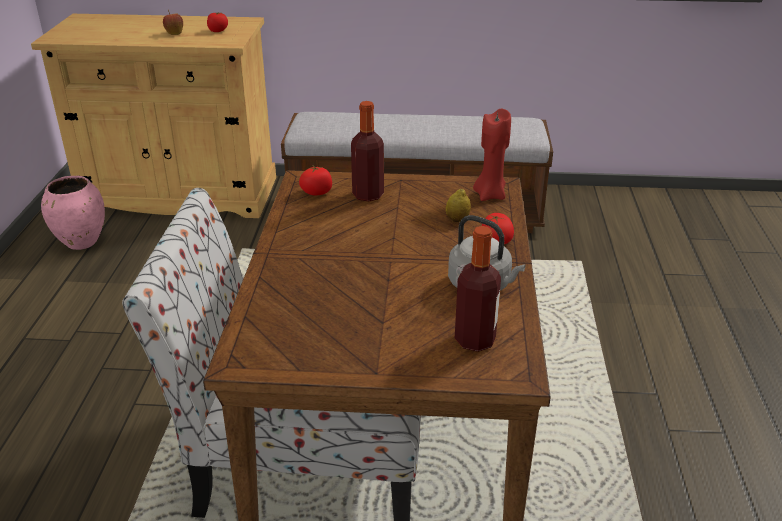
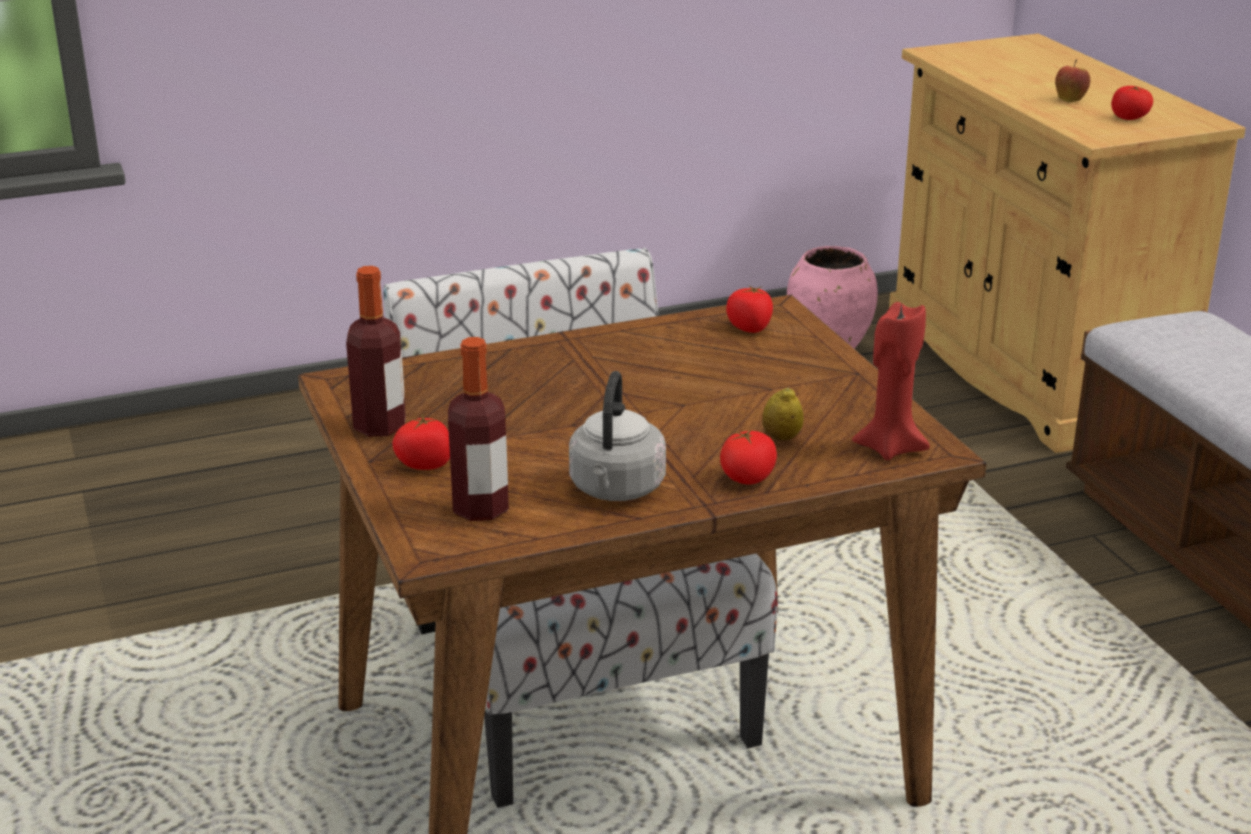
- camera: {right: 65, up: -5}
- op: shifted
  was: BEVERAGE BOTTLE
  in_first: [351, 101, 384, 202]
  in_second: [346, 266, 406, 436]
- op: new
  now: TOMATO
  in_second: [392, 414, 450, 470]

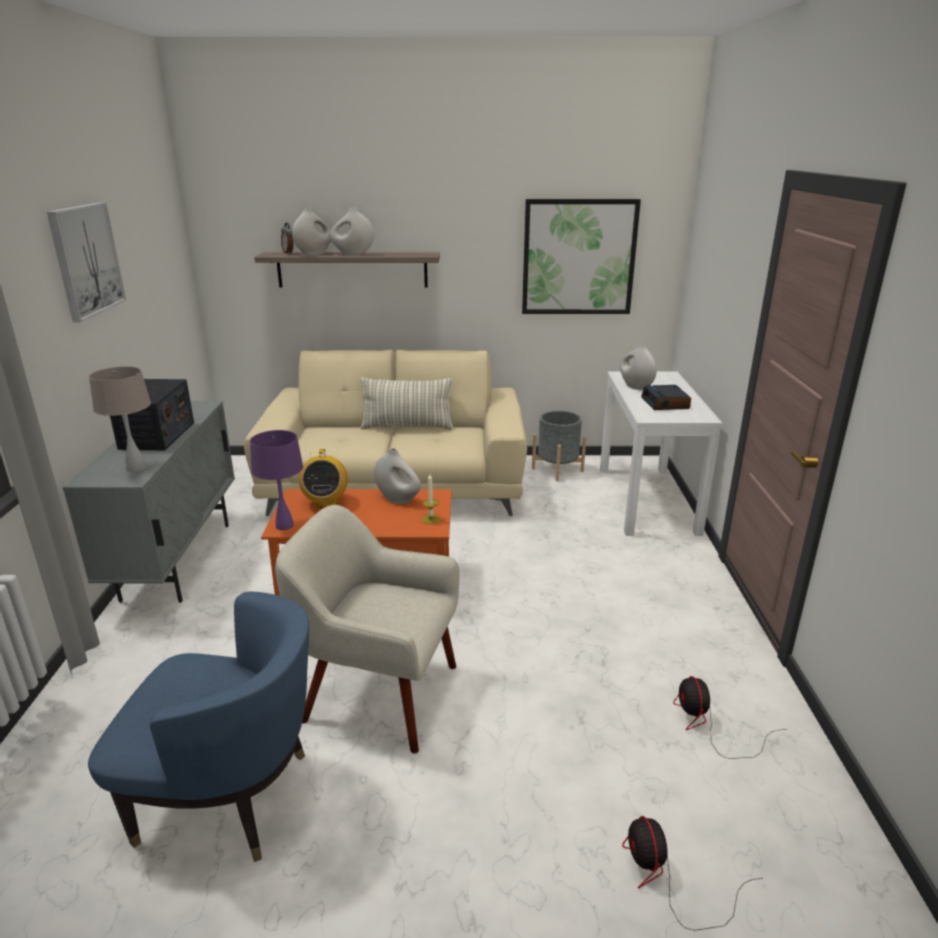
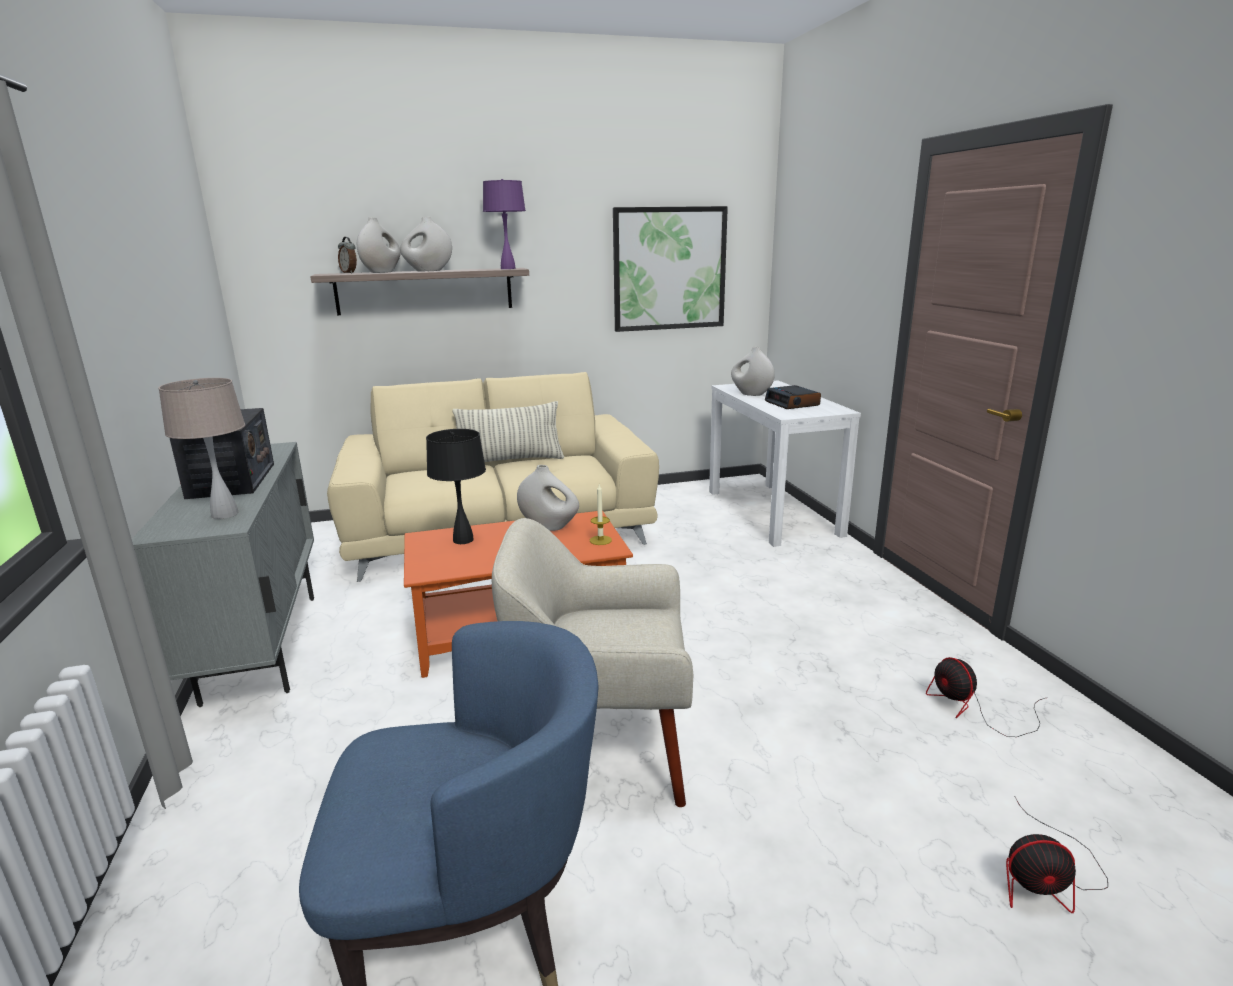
- camera: {right: -15, up: -5}
- op: gone
  was: WALL PICTURE
  in_first: [47, 202, 126, 322]
- op: gone
  was: GREY PLANT POT
  in_first: [532, 411, 586, 481]
- op: shifted
  was: PURPLISH TABLETOP LAMP
  in_first: [250, 430, 303, 530]
  in_second: [483, 179, 526, 269]
- op: swapped
  was: RADIO
  now: BLACKISH TABLETOP LAMP
  in_first: [299, 449, 348, 508]
  in_second: [426, 429, 486, 544]
- op: rotated
  was: COOLING FAN
  in_first: [622, 816, 763, 931]
  in_second: [1006, 797, 1108, 913]
  clockwise: -60

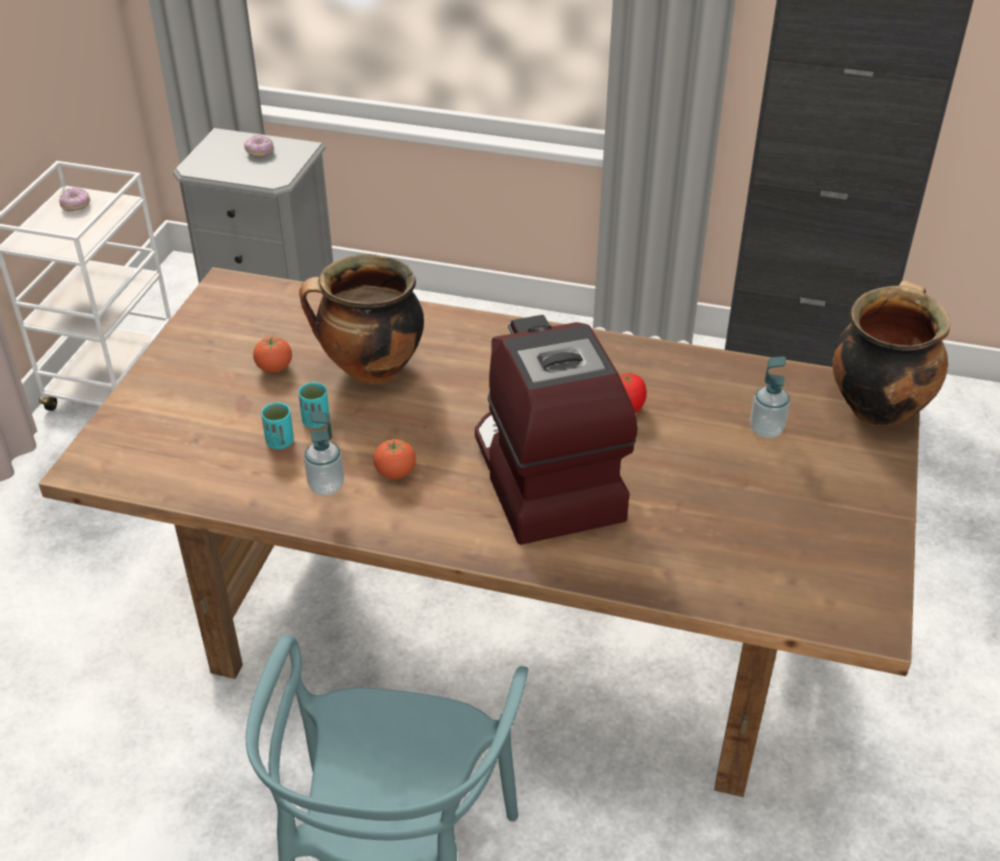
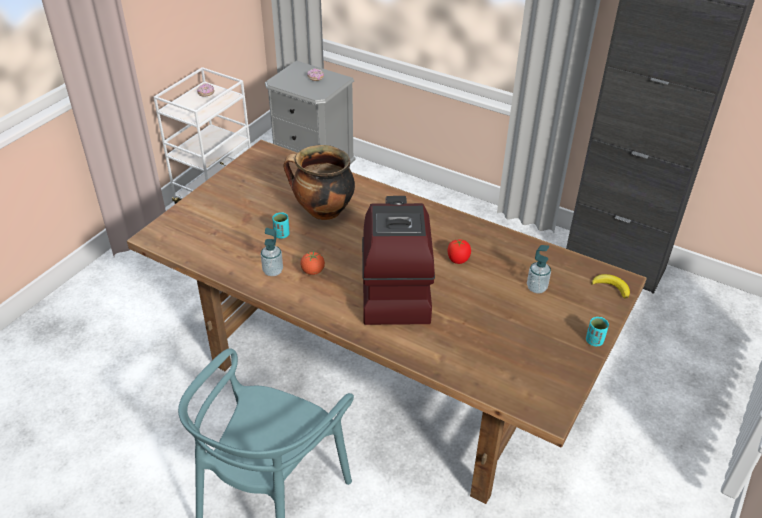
- camera: {right: 15, up: 0}
- op: swapped
  was: STOCKPOT
  now: WHOLE BANANA
  in_first: [832, 281, 950, 426]
  in_second: [591, 274, 630, 298]
- op: gone
  was: TOMATO
  in_first: [253, 336, 292, 373]
- op: shifted
  was: TURQUOISE DRINKING CUP
  in_first: [261, 402, 294, 449]
  in_second: [586, 317, 609, 346]

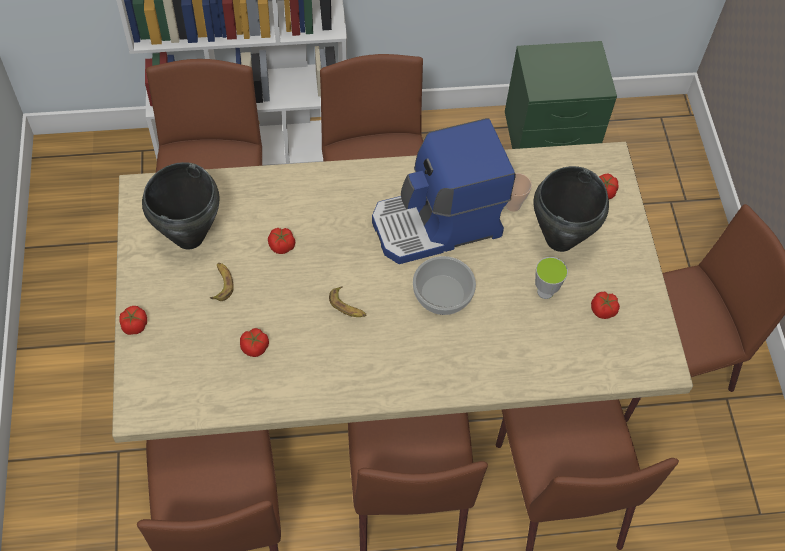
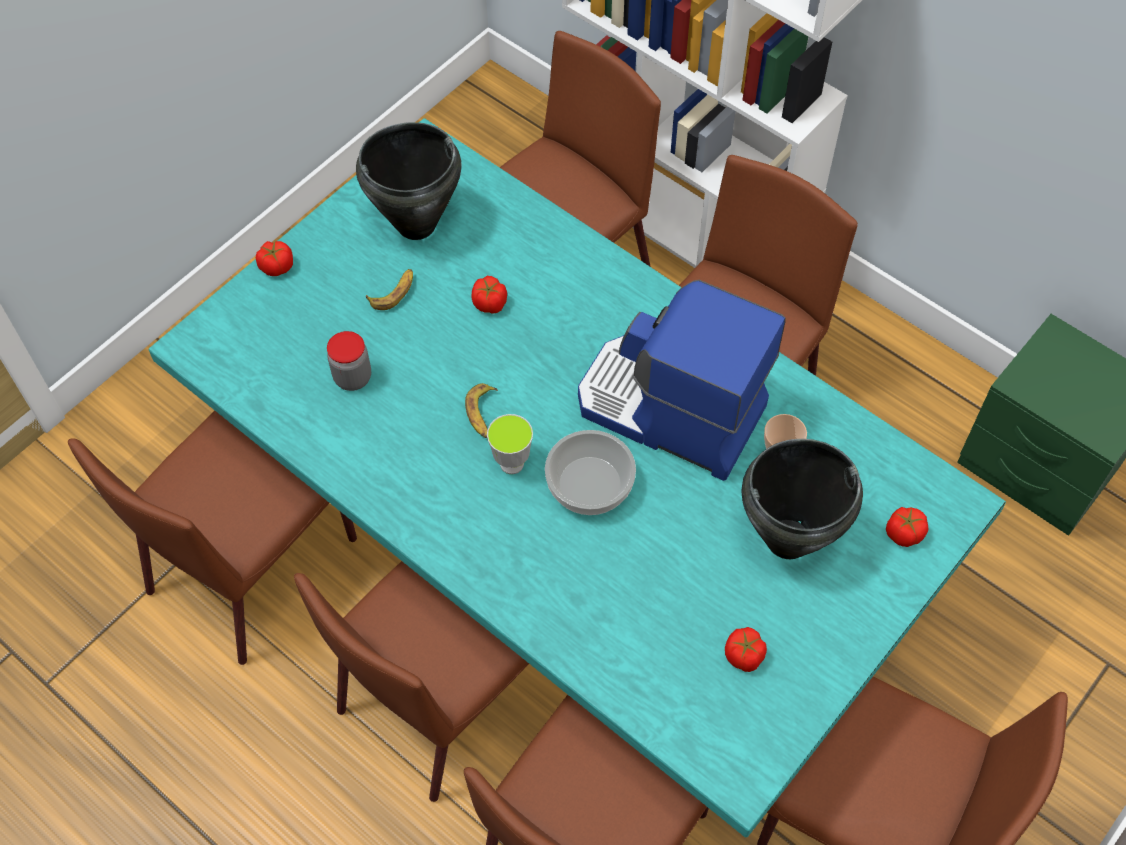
- camera: {right: 50, up: 0}
- op: repainted
  was: BEIGE-COLOURED DINING TABLE
  now: TURQUOISE DINING TABLE
  in_first: [112, 142, 693, 443]
  in_second: [149, 118, 1006, 837]
- op: shifted
  was: DRINKING CUP
  in_first: [535, 257, 568, 299]
  in_second: [487, 414, 533, 474]
- op: swapped
  was: TOMATO
  now: PRESERVE JAR
  in_first: [240, 328, 269, 357]
  in_second: [327, 331, 371, 391]

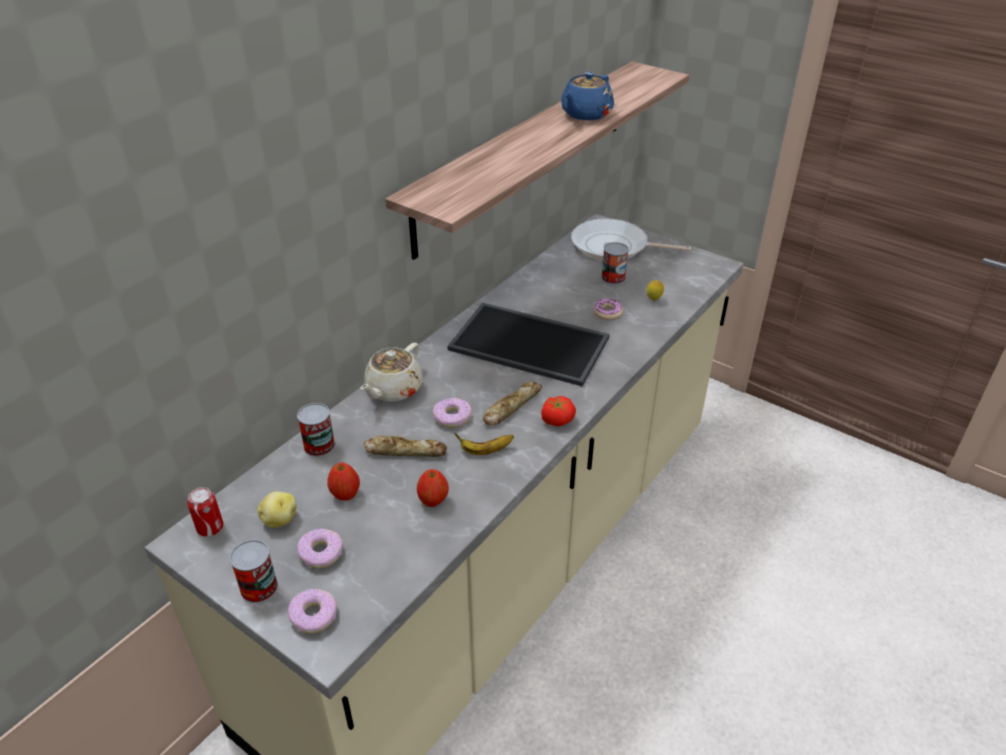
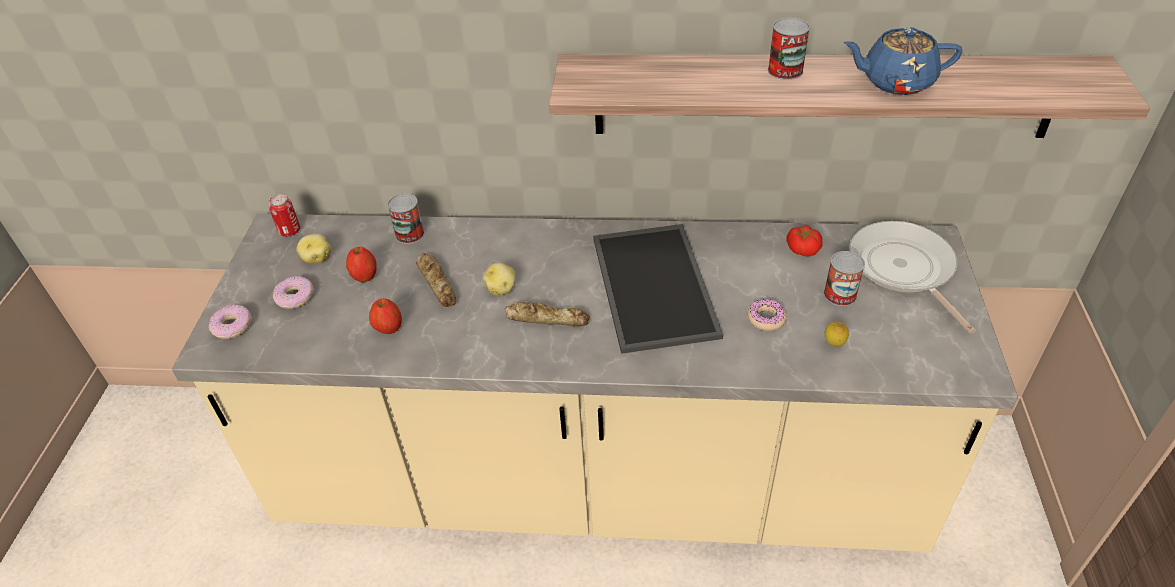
- camera: {right: 60, up: 5}
- op: gone
  was: BEIGE-COLOURED POT FOR TEA
  in_first: [360, 343, 423, 402]
- op: shifted
  was: TOMATO
  in_first: [541, 396, 576, 426]
  in_second: [786, 226, 822, 256]
- op: swapped
  was: DONUT
  now: SPUD
  in_first: [433, 398, 472, 428]
  in_second: [483, 263, 516, 295]
- op: gone
  was: WHOLE BANANA
  in_first: [454, 433, 514, 455]
- op: shifted
  was: SEALED CAN
  in_first: [230, 540, 278, 603]
  in_second: [768, 17, 810, 80]

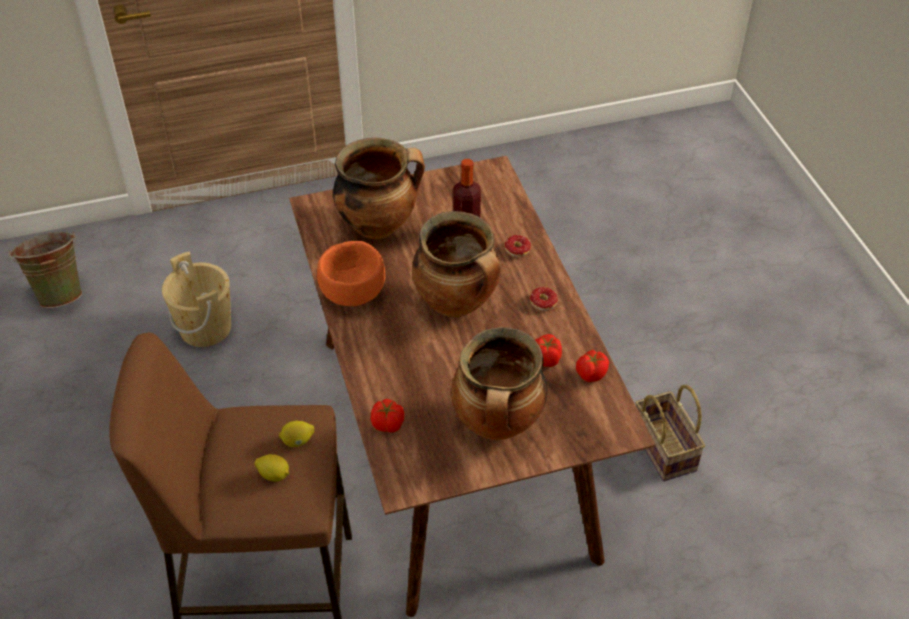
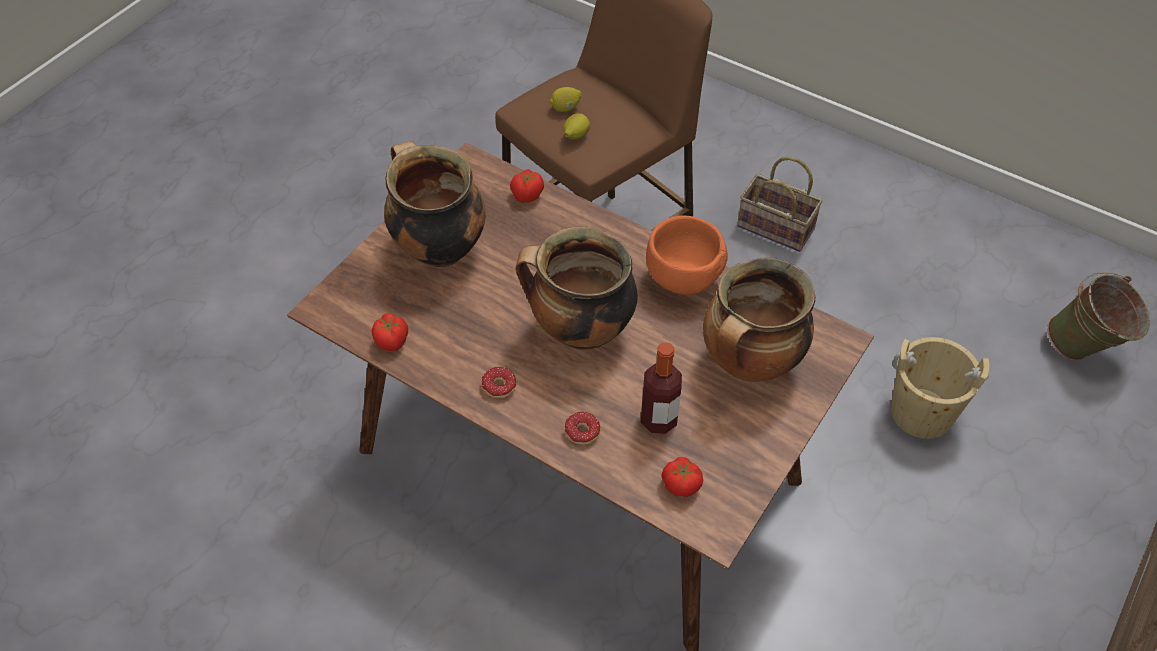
- camera: {right: 140, up: 5}
- op: shifted
  was: TOMATO
  in_first: [535, 334, 562, 367]
  in_second: [661, 457, 703, 497]
- op: shifted
  was: STORAGE BASKET
  in_first: [635, 385, 705, 481]
  in_second: [737, 157, 823, 252]

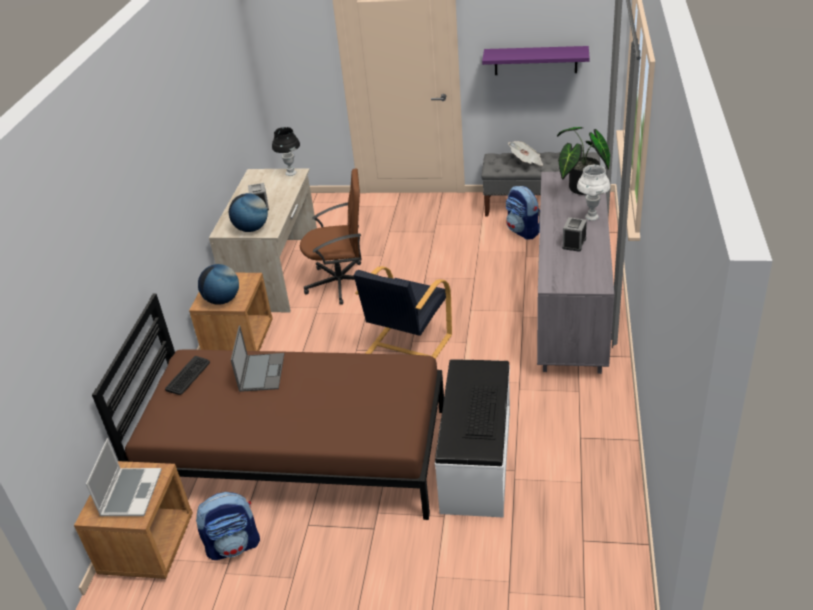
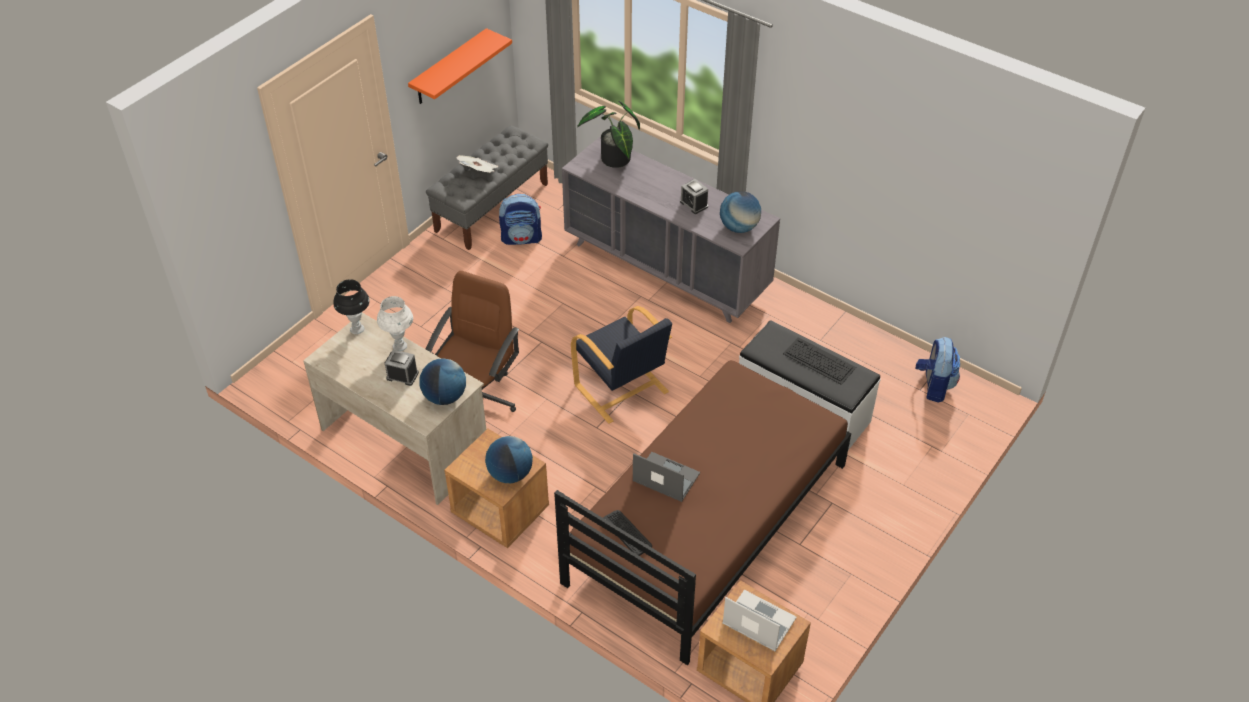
- camera: {right: -65, up: 10}
- op: repainted
  was: PURPLISH BRACKET SHELF
  now: ORANGEY BRACKET SHELF
  in_first: [482, 46, 590, 75]
  in_second: [408, 28, 512, 104]
- op: shifted
  was: WHITE TABLETOP LAMP
  in_first: [577, 165, 610, 221]
  in_second: [377, 296, 413, 351]
- op: shifted
  was: BACKPACK
  in_first: [196, 492, 260, 560]
  in_second: [916, 337, 960, 403]
- op: new
  now: DESK GLOBE
  in_second: [720, 191, 761, 233]

